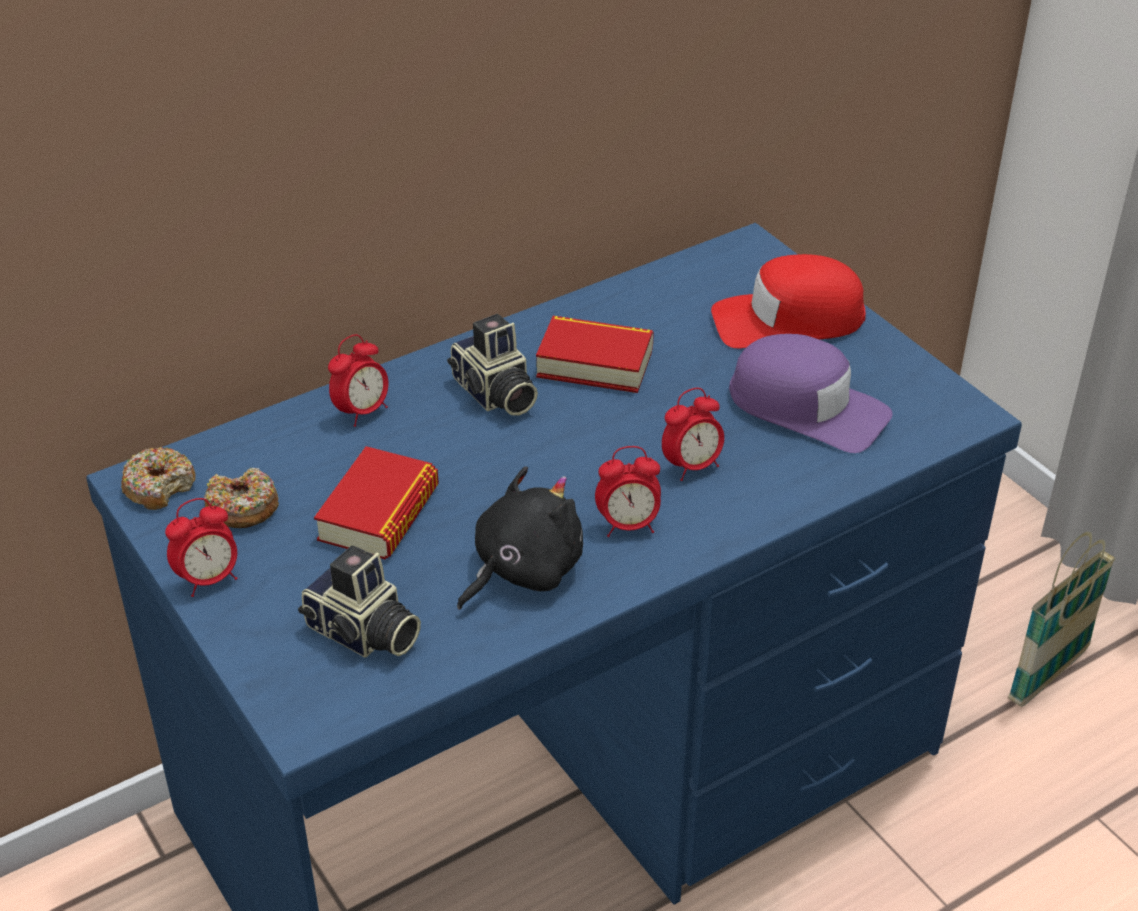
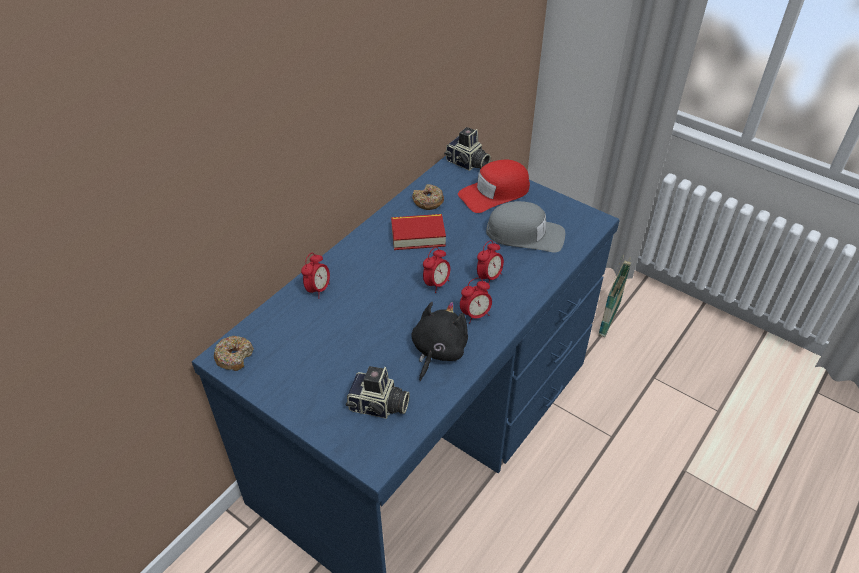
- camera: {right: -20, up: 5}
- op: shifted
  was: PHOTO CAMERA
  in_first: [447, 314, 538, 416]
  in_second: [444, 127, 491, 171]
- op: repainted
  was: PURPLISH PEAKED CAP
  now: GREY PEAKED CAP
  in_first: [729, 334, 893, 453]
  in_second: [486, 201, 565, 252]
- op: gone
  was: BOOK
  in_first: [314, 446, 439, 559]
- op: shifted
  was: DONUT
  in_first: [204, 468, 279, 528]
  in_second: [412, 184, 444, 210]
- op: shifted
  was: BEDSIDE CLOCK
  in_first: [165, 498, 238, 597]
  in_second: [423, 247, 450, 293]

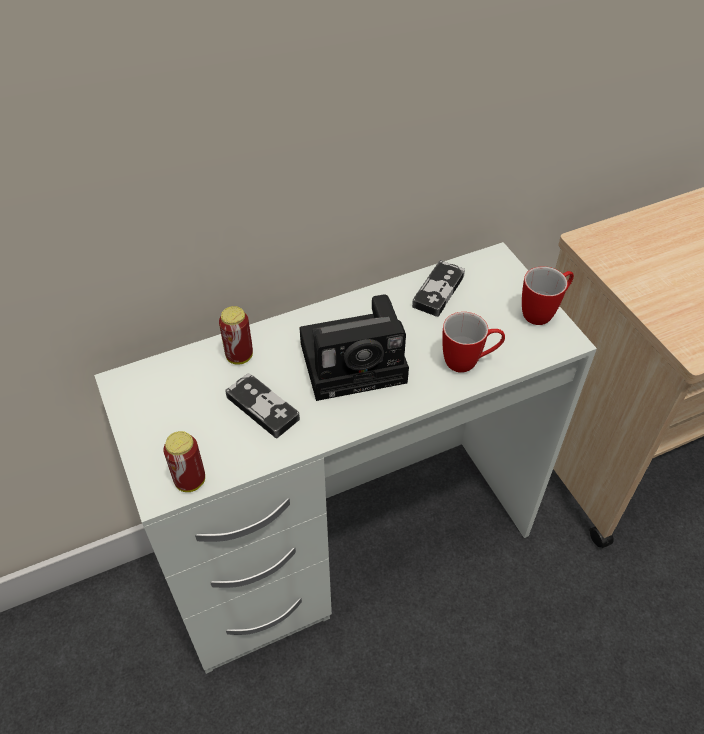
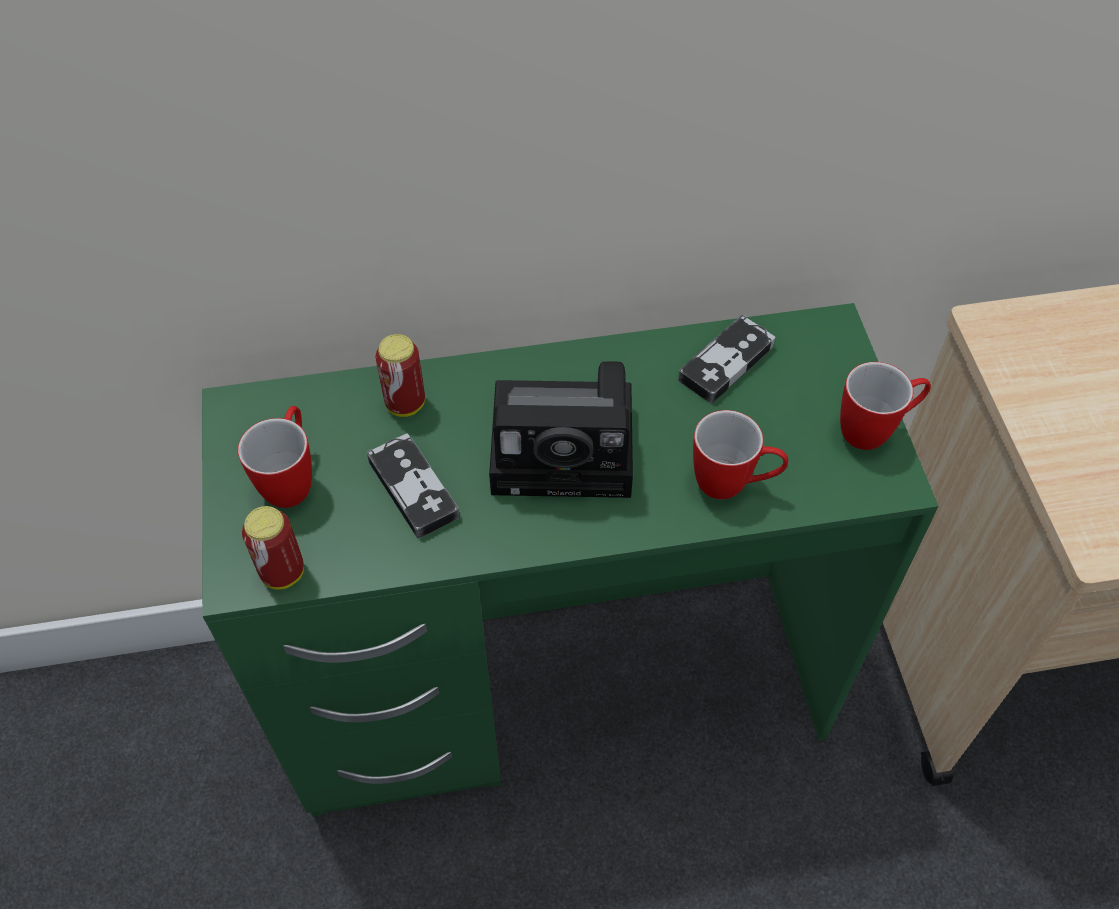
- camera: {right: 15, up: 5}
- op: repainted
  was: WHITE DESK UNIT
  now: GREEN DESK UNIT
  in_first: [94, 242, 597, 674]
  in_second: [202, 303, 939, 817]
- op: new
  now: COFFEE MUG
  in_second: [238, 406, 312, 508]

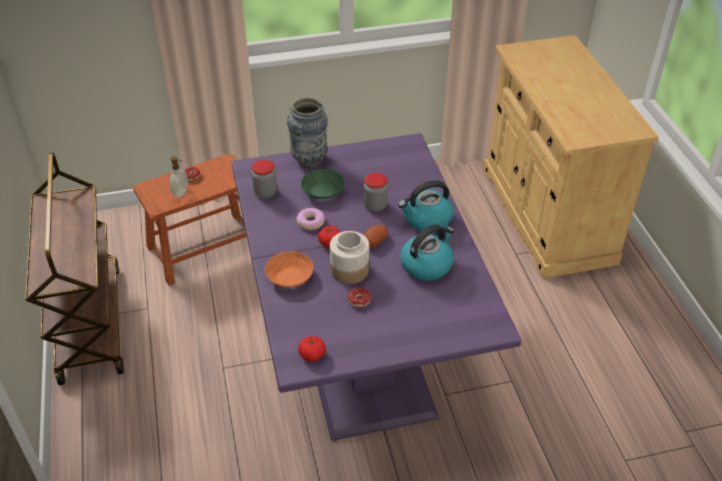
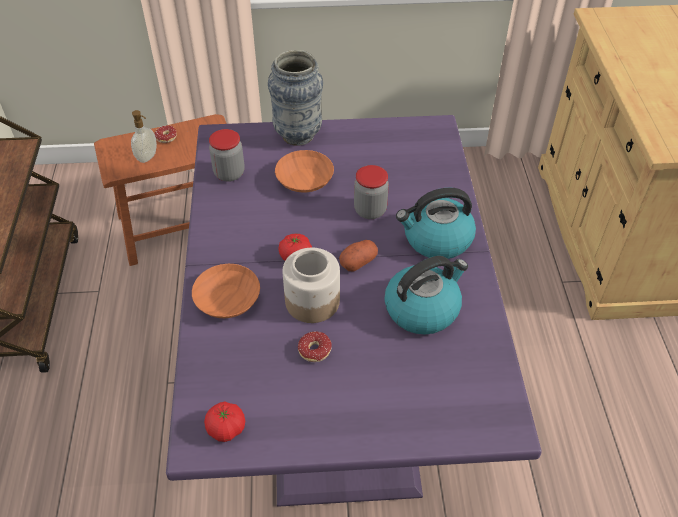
- camera: {right: 10, up: 5}
- op: repainted
  was: GREEN DEEP DISH
  now: ORANGEY DEEP DISH
  in_first: [301, 169, 344, 199]
  in_second: [275, 150, 334, 193]
- op: gone
  was: DONUT
  in_first: [297, 208, 325, 230]

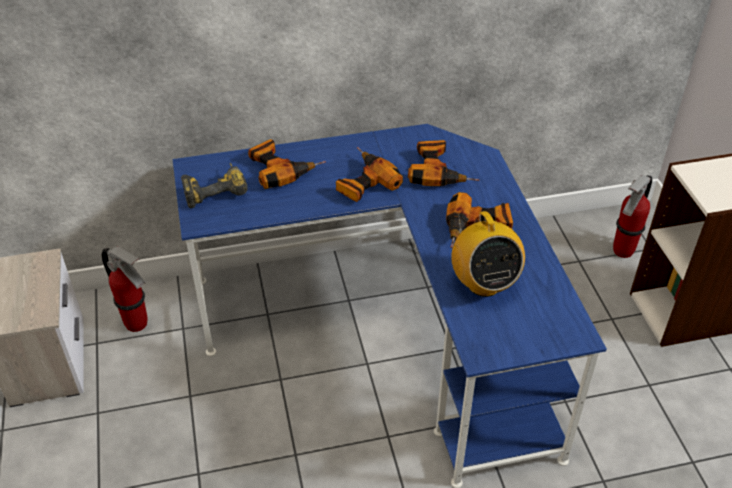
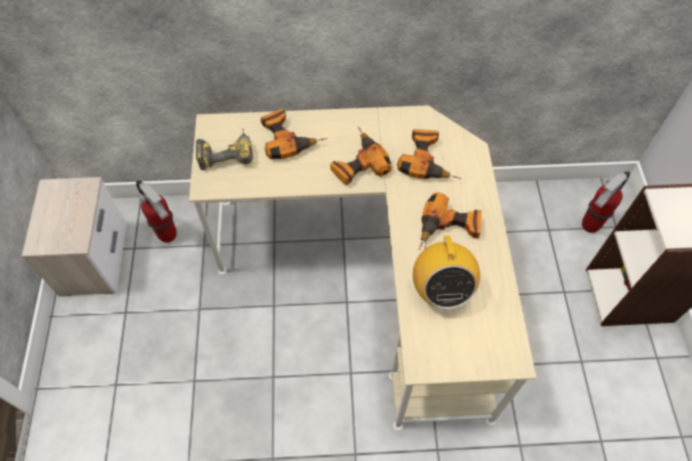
- camera: {right: 10, up: 15}
- op: repainted
  was: BLUE-COLOURED DESK UNIT
  now: BEIGE-COLOURED DESK UNIT
  in_first: [173, 124, 607, 488]
  in_second: [189, 105, 536, 430]

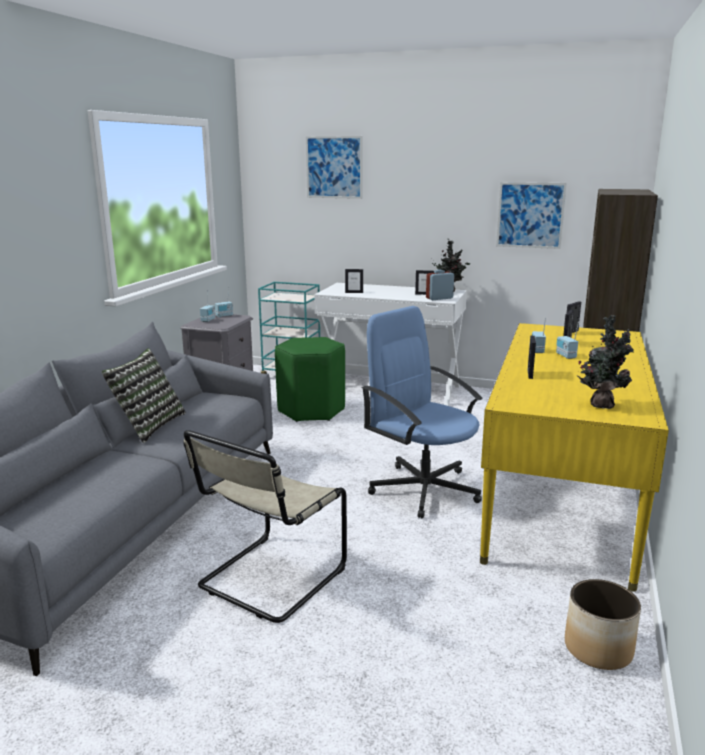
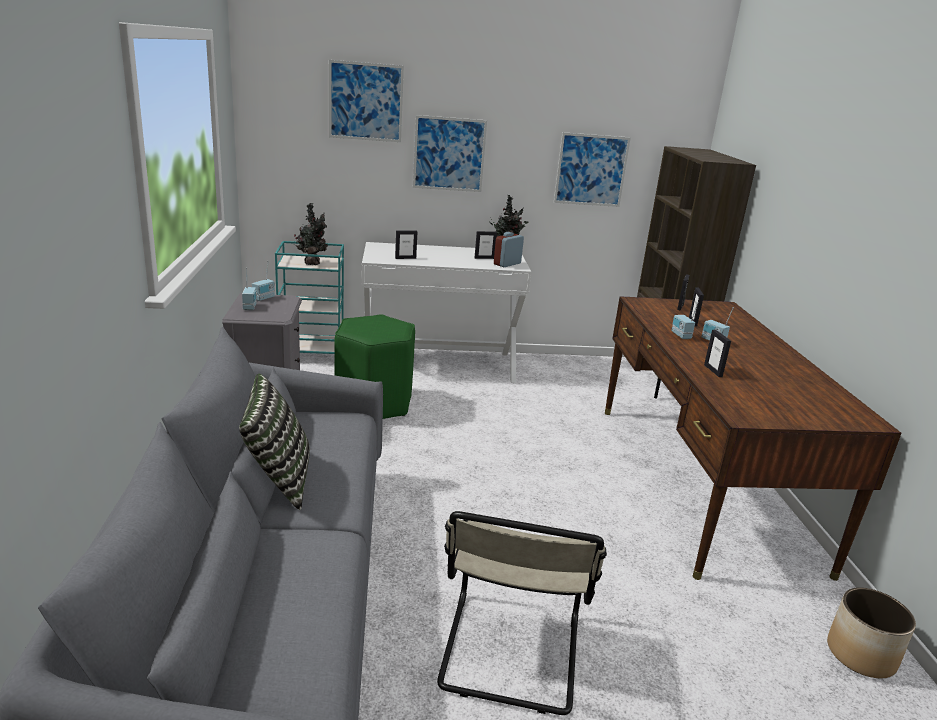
- camera: {right: -25, up: 5}
- op: gone
  was: BLUE-COLOURED COMPUTER CHAIR
  in_first: [361, 306, 482, 518]
- op: shifted
  was: PLANT IN A POT
  in_first: [577, 315, 634, 409]
  in_second: [293, 203, 328, 265]
- op: repainted
  was: YELLOW-COLOURED DESK UNIT
  now: BROWN-COLOURED DESK UNIT
  in_first: [480, 323, 669, 592]
  in_second: [605, 296, 901, 581]
- op: new
  now: WALL PICTURE
  in_second: [413, 115, 487, 192]

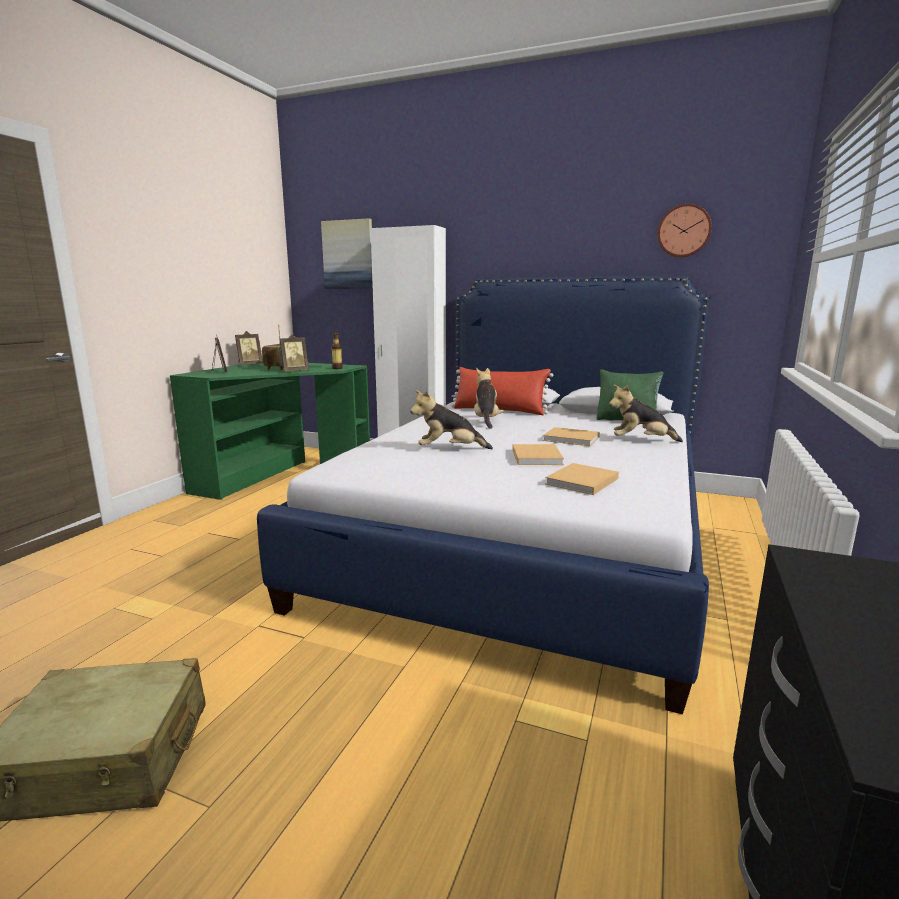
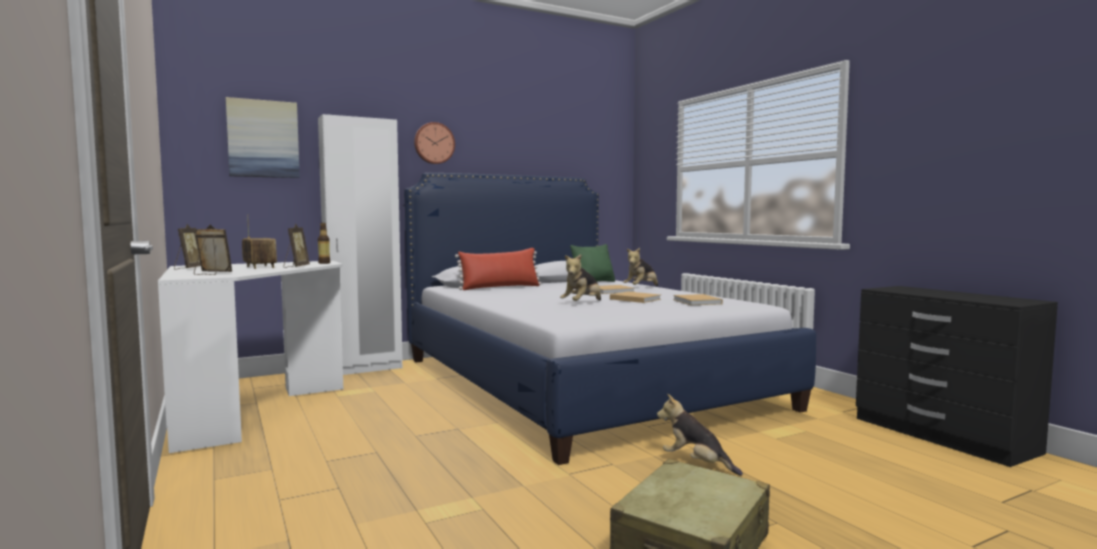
- camera: {right: -50, up: -10}
- op: shifted
  was: WALL CLOCK
  in_first: [657, 204, 712, 258]
  in_second: [414, 122, 455, 164]
- op: repainted
  was: GREEN DESK UNIT
  now: WHITE DESK UNIT
  in_first: [170, 363, 370, 500]
  in_second: [158, 261, 343, 453]
- op: shifted
  was: SOFT TOY
  in_first: [474, 368, 504, 429]
  in_second: [657, 394, 743, 476]

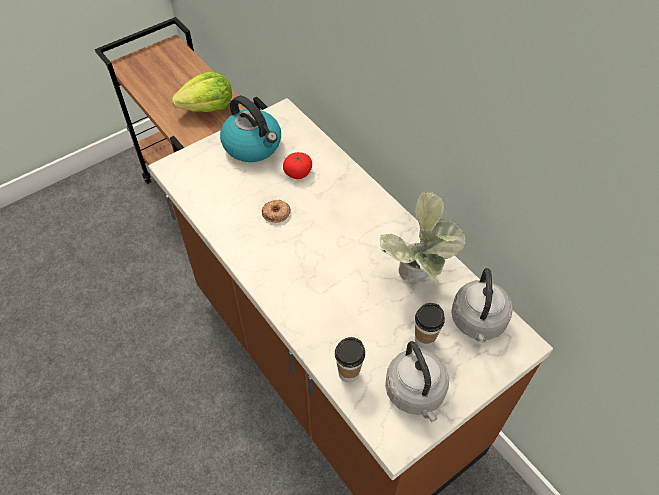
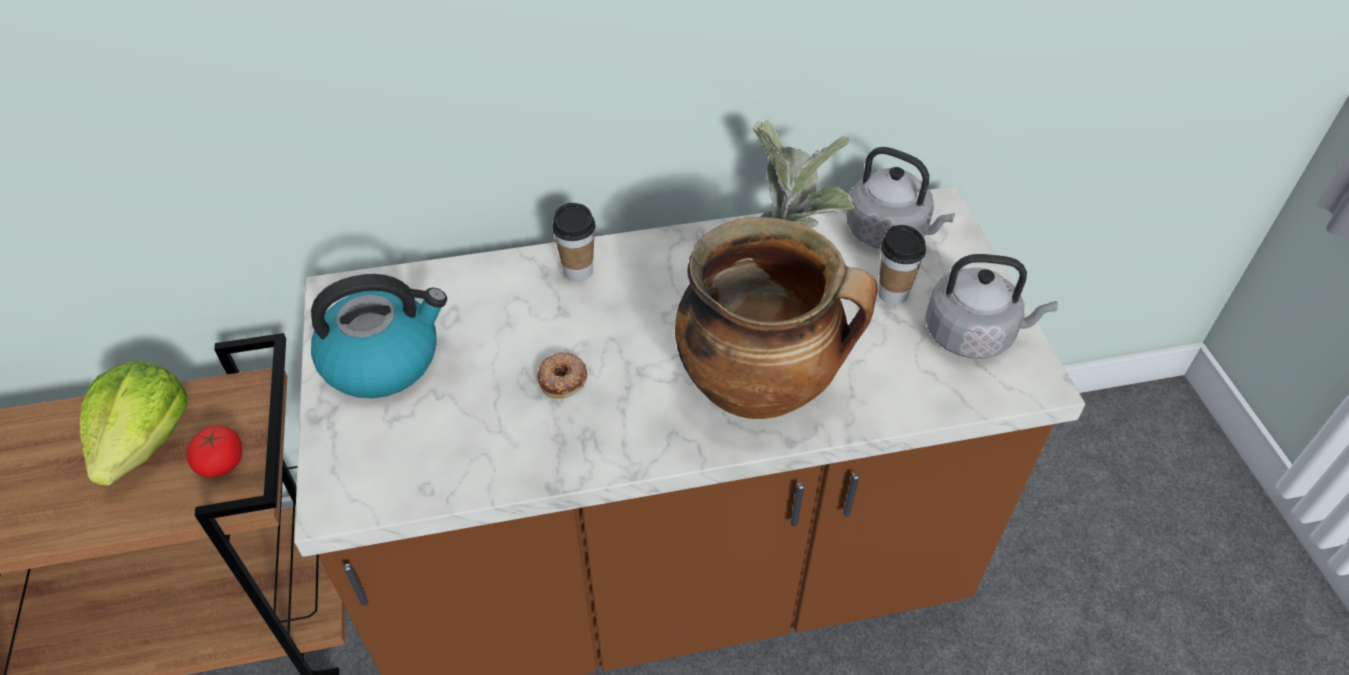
- camera: {right: -65, up: -5}
- op: shifted
  was: TOMATO
  in_first: [283, 152, 312, 179]
  in_second: [187, 425, 242, 478]
- op: shifted
  was: DRINKING CUP
  in_first: [335, 337, 365, 383]
  in_second: [552, 203, 596, 282]
- op: new
  now: STOCKPOT
  in_second: [675, 217, 878, 419]

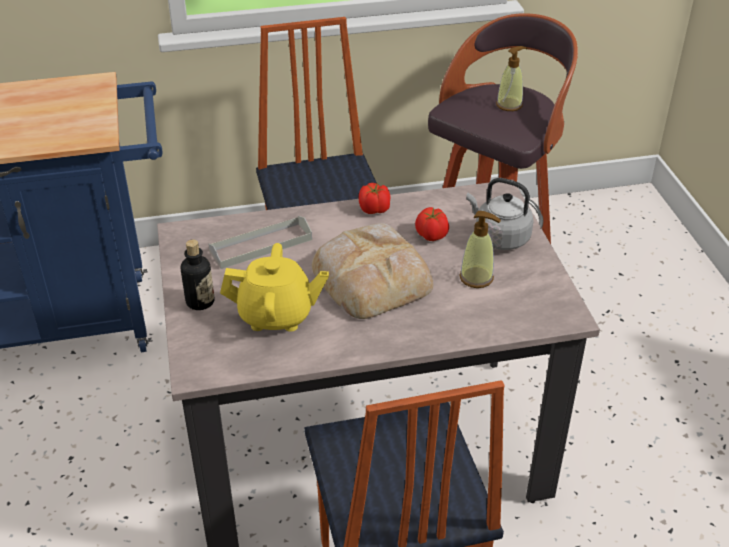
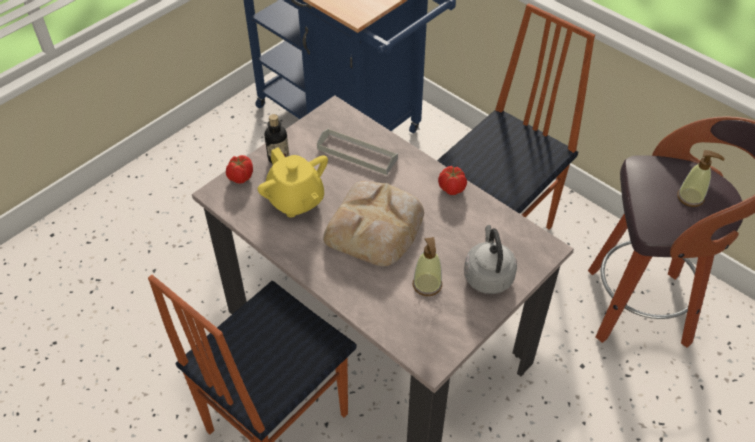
- camera: {right: 55, up: 10}
- op: shifted
  was: TOMATO
  in_first: [415, 207, 449, 241]
  in_second: [226, 155, 253, 184]

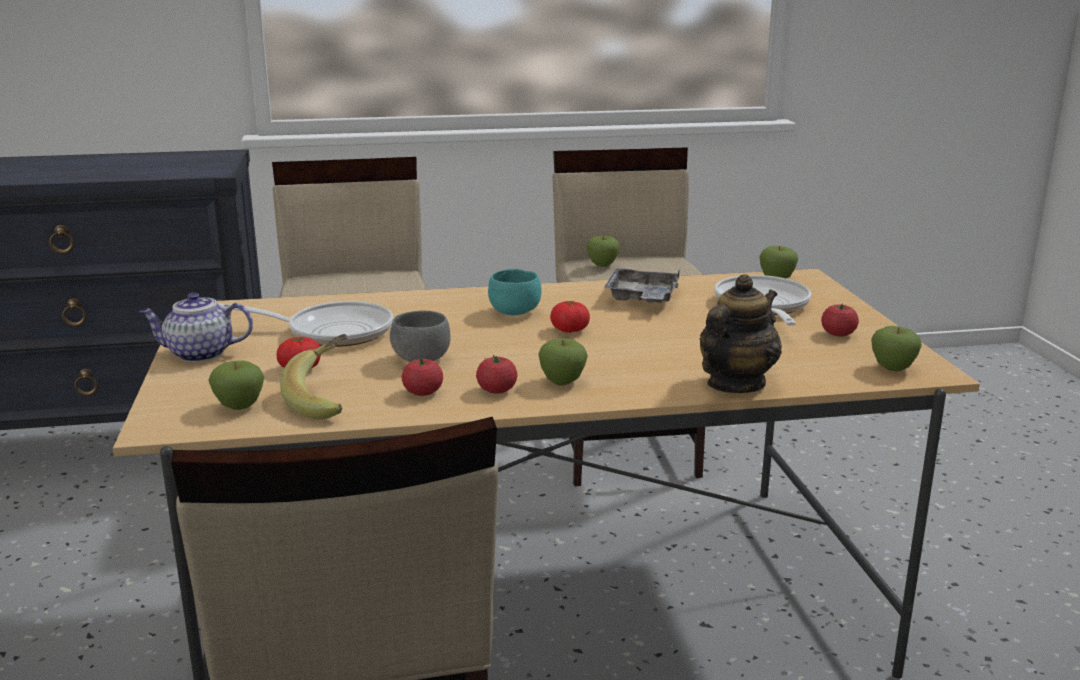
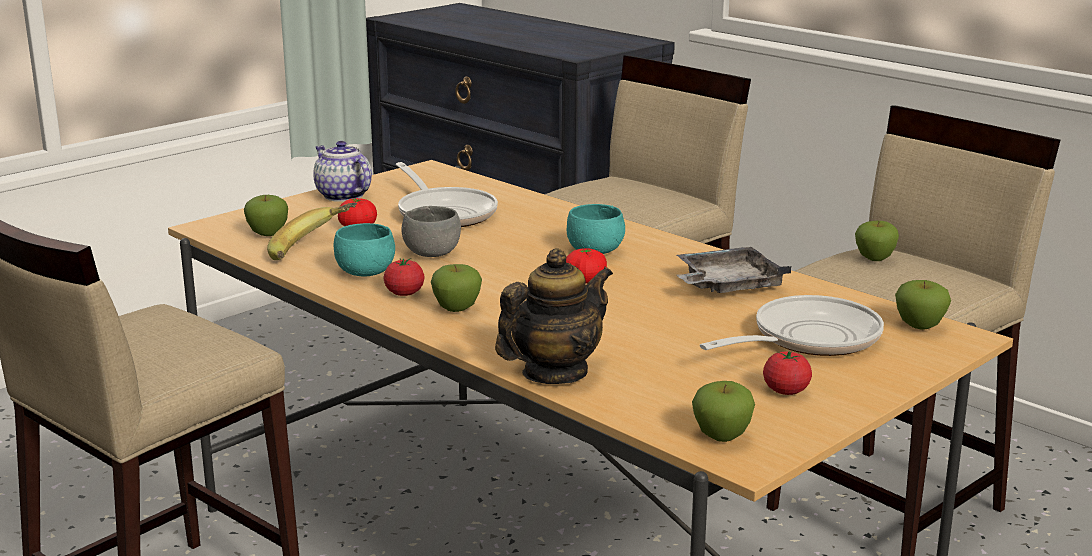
- camera: {right: 55, up: 0}
- op: rotated
  was: POT FOR TEA
  in_first: [700, 274, 782, 393]
  in_second: [495, 248, 613, 384]
  clockwise: -45
- op: swapped
  was: TOMATO
  now: TURQUOISE DEEP DISH
  in_first: [402, 358, 443, 396]
  in_second: [334, 223, 395, 276]

